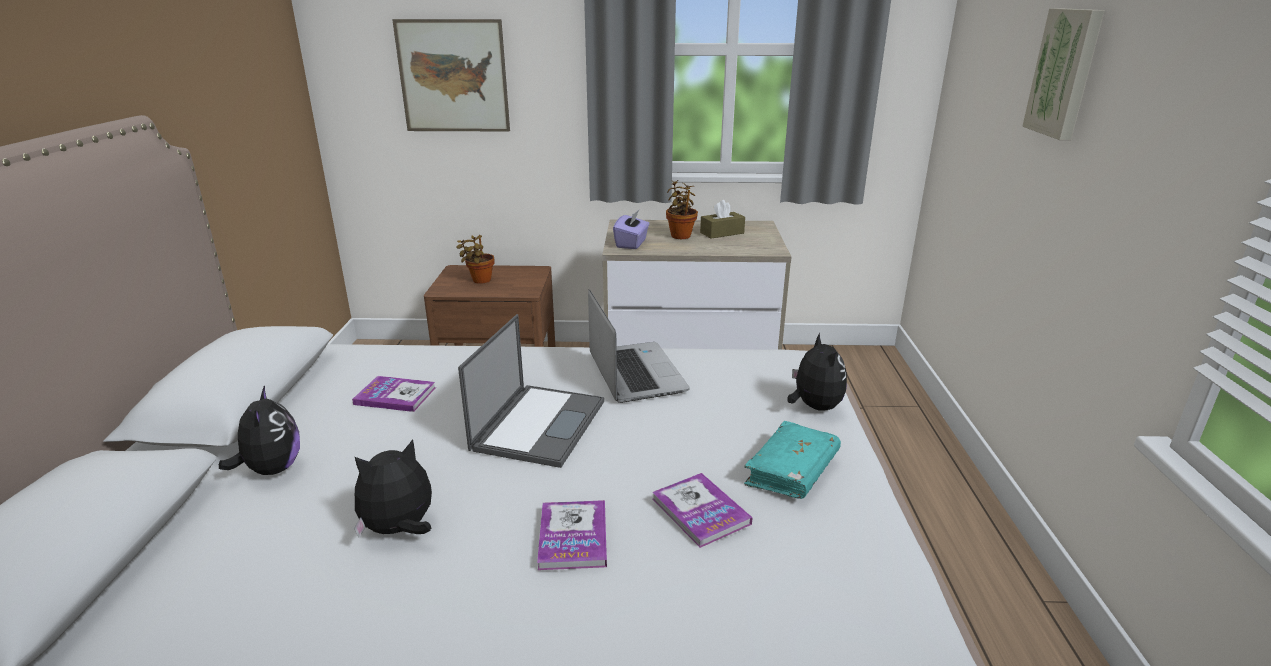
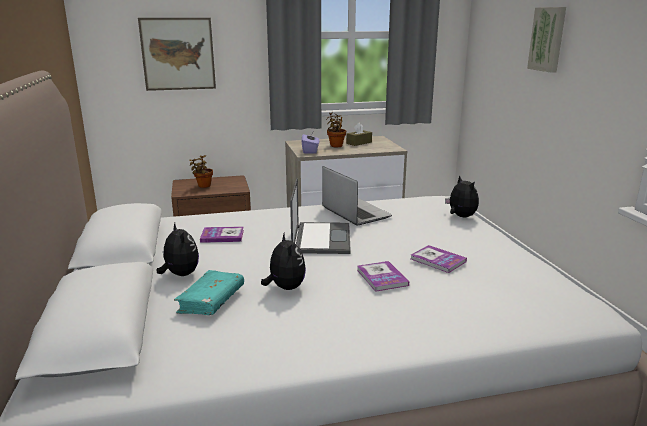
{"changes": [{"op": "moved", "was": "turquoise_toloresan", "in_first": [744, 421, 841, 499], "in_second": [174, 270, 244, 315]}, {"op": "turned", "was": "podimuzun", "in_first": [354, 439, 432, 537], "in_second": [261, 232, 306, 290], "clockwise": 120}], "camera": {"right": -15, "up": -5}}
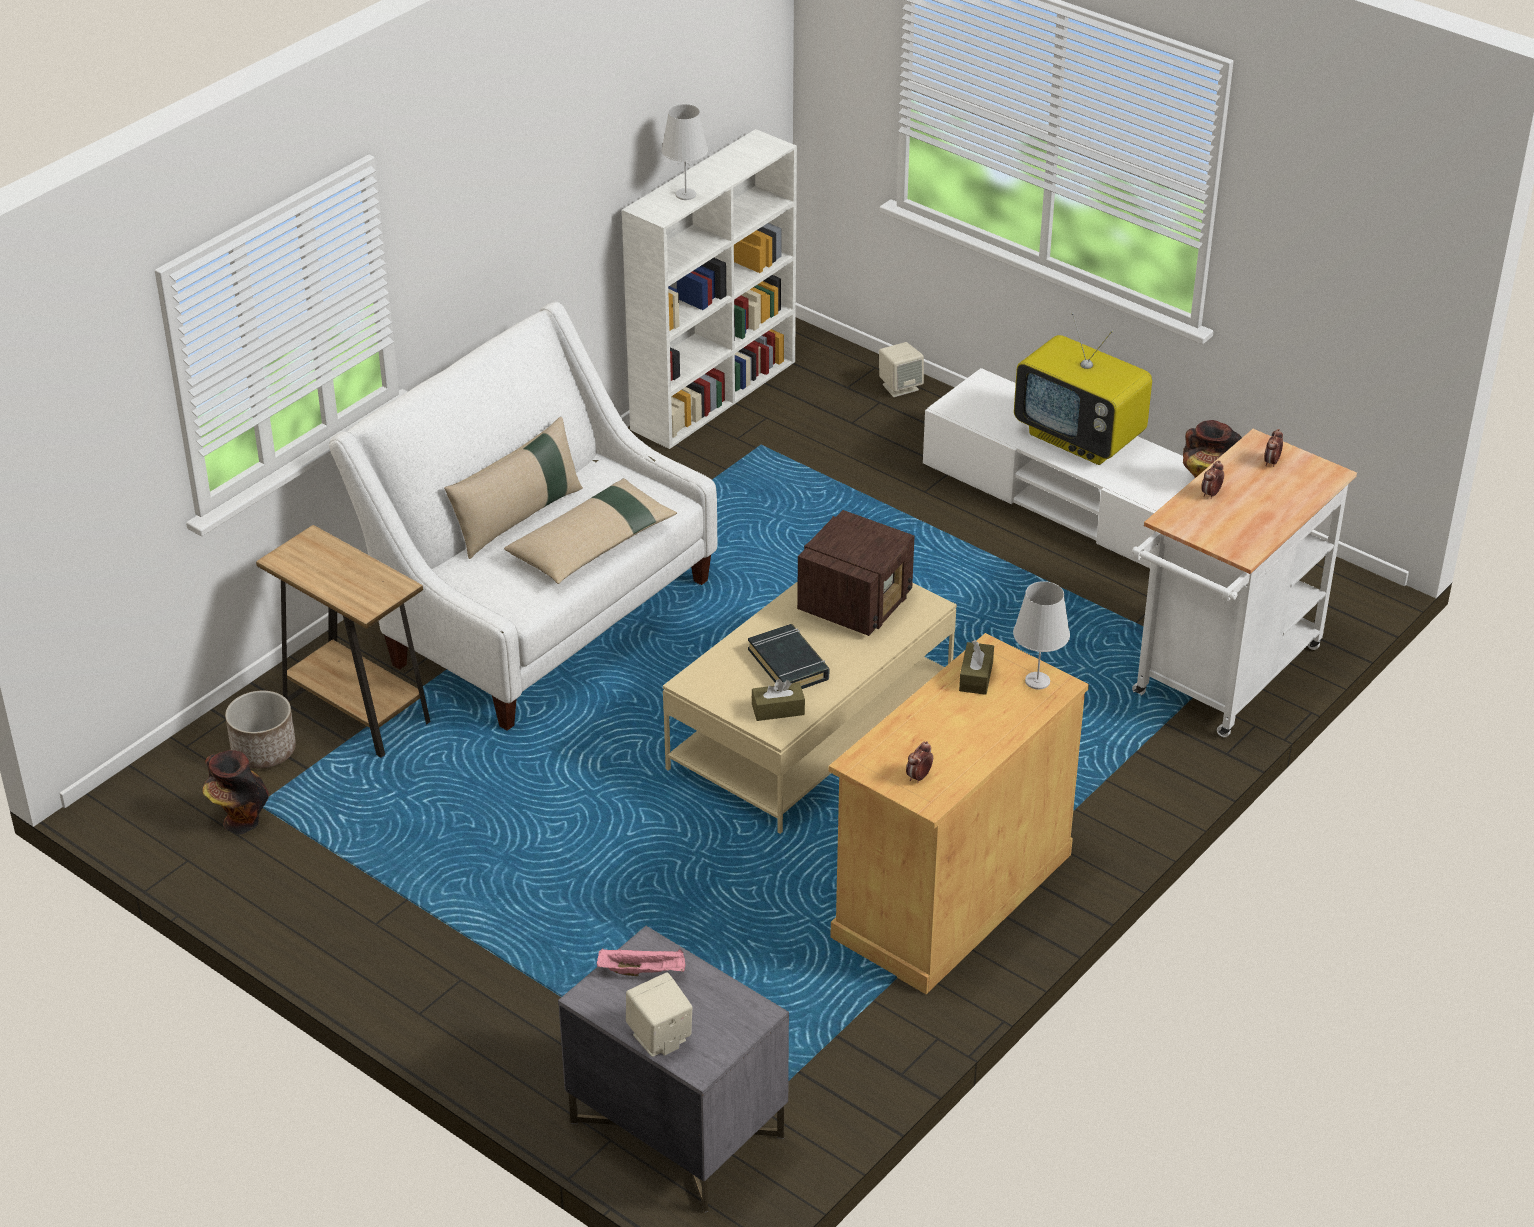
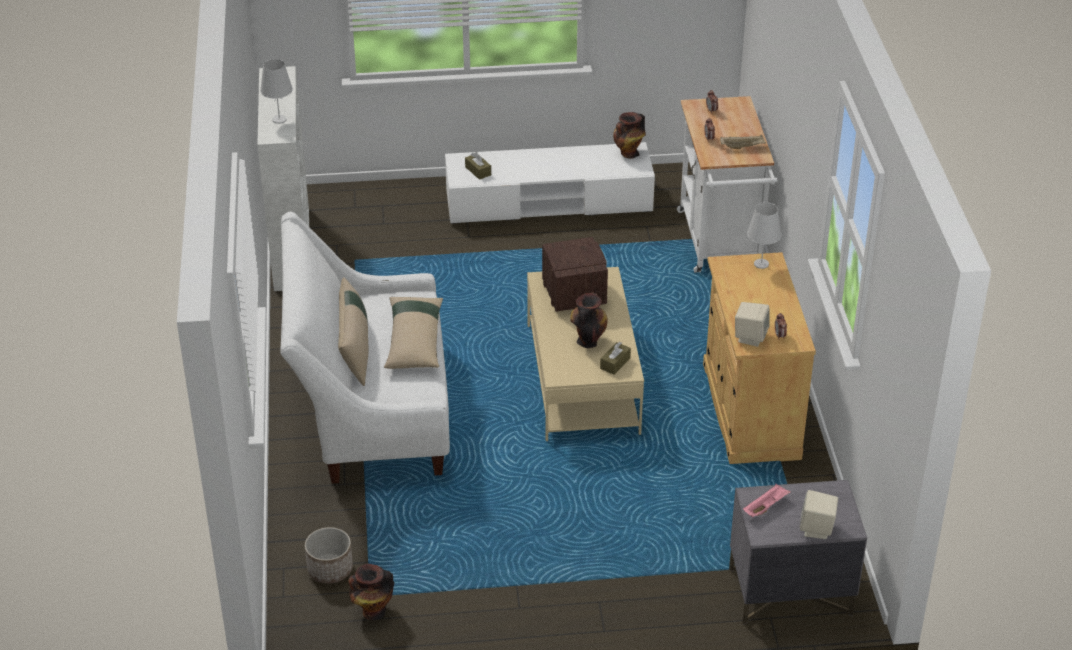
{"changes": [{"op": "removed", "was": "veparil", "in_first": [1014, 313, 1152, 465]}, {"op": "moved", "was": "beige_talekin", "in_first": [879, 342, 924, 397], "in_second": [735, 302, 770, 347]}, {"op": "removed", "was": "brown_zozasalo", "in_first": [256, 525, 431, 758]}, {"op": "replaced", "was": "black_toloresan", "now": "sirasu", "in_first": [748, 624, 829, 689], "in_second": [570, 293, 607, 348]}, {"op": "moved", "was": "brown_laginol", "in_first": [959, 640, 994, 695], "in_second": [465, 152, 491, 180]}, {"op": "added", "now": "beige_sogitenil", "in_second": [720, 135, 766, 149]}], "camera": {"right": -45, "up": 0}}
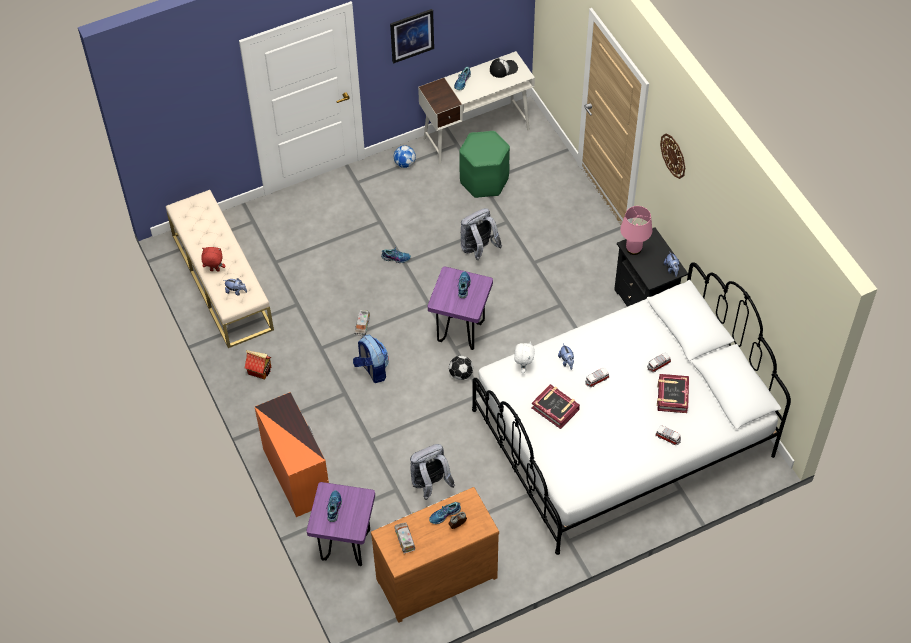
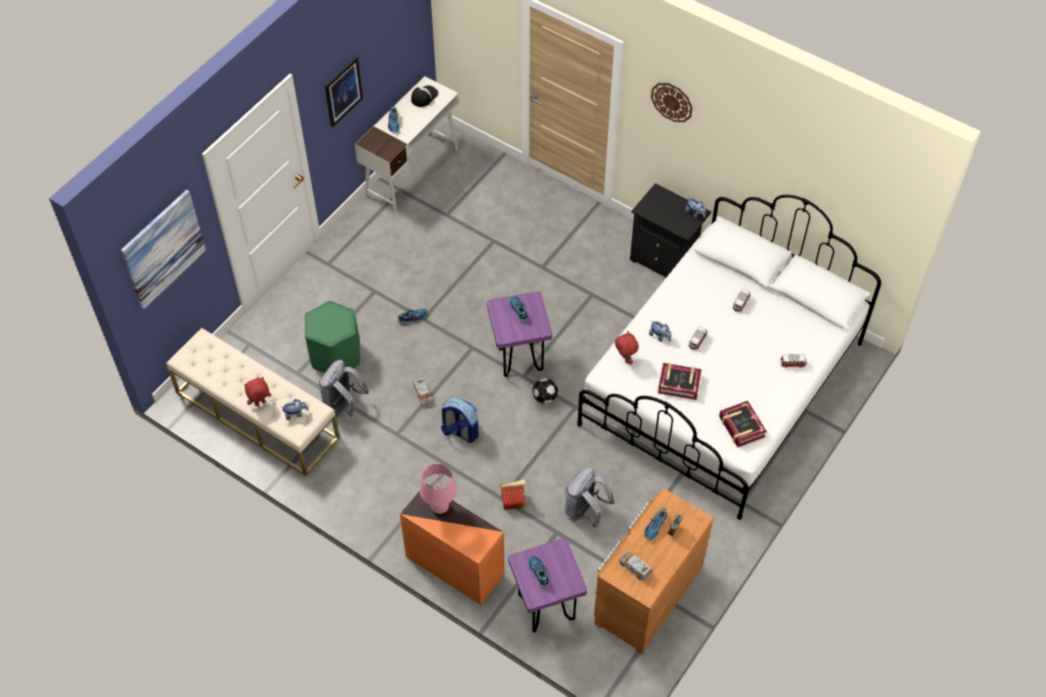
{"changes": [{"op": "moved", "was": "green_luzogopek", "in_first": [459, 131, 510, 198], "in_second": [305, 301, 360, 373]}, {"op": "removed", "was": "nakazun", "in_first": [394, 145, 416, 168]}, {"op": "moved", "was": "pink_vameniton", "in_first": [620, 206, 652, 255], "in_second": [419, 464, 457, 515]}, {"op": "moved", "was": "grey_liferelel", "in_first": [461, 208, 502, 260], "in_second": [319, 360, 369, 417]}, {"op": "recoloured", "was": "white_podimuzun", "now": "red_podimuzun", "in_first": [514, 341, 535, 373], "in_second": [615, 331, 639, 365]}, {"op": "moved", "was": "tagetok", "in_first": [245, 350, 271, 379], "in_second": [500, 479, 525, 510]}, {"op": "moved", "was": "toloresan", "in_first": [657, 374, 689, 413], "in_second": [719, 401, 767, 447]}, {"op": "added", "now": "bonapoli", "in_second": [121, 190, 206, 309]}], "camera": {"right": -30, "up": 0}}
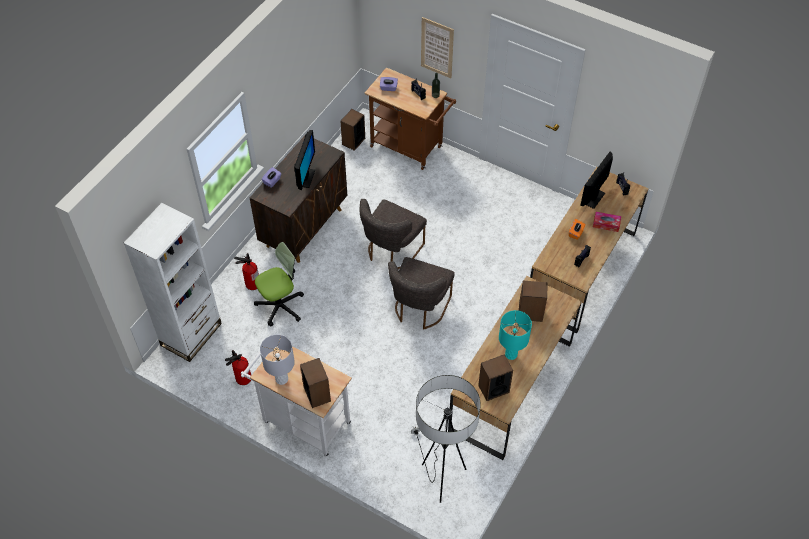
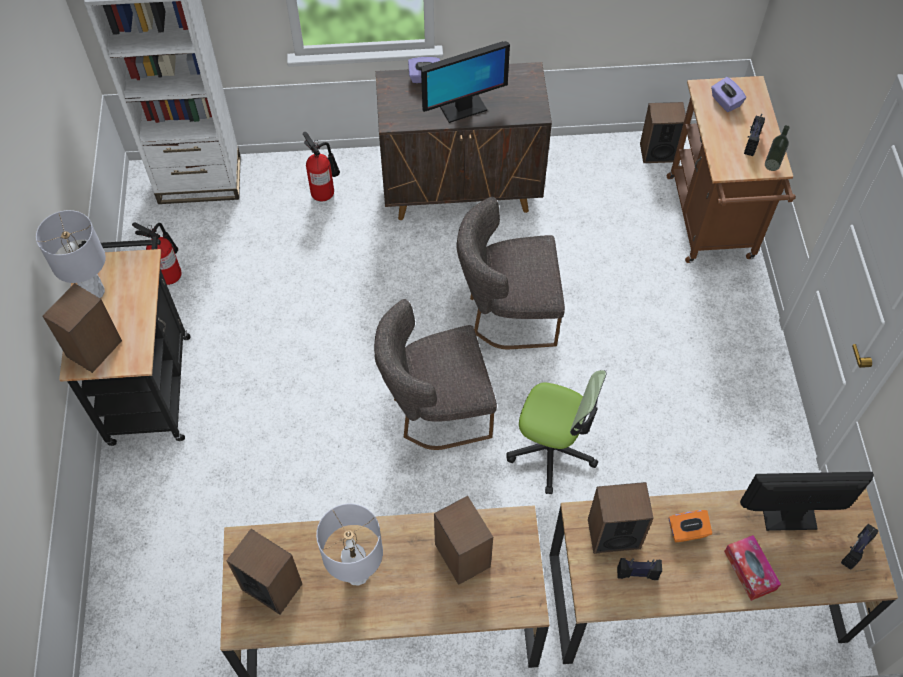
{"changes": [{"op": "removed", "was": "bonapoli", "in_first": [421, 17, 454, 78]}, {"op": "moved", "was": "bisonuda", "in_first": [254, 242, 304, 327], "in_second": [506, 370, 606, 494]}, {"op": "recoloured", "was": "turquoise_vameniton", "now": "grey_vameniton", "in_first": [499, 310, 532, 360], "in_second": [316, 504, 383, 586]}, {"op": "recoloured", "was": "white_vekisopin", "now": "black_vekisopin", "in_first": [241, 346, 352, 457], "in_second": [59, 237, 190, 446]}, {"op": "removed", "was": "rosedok", "in_first": [411, 375, 481, 503]}, {"op": "added", "now": "talekin", "in_second": [588, 482, 654, 554]}], "camera": {"right": 55, "up": 5}}
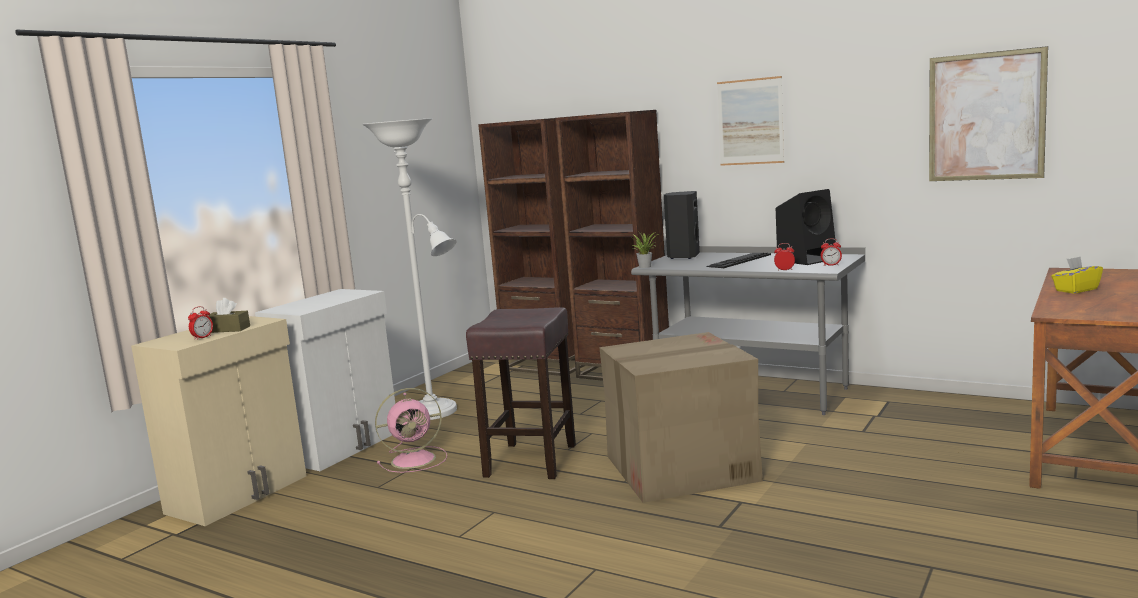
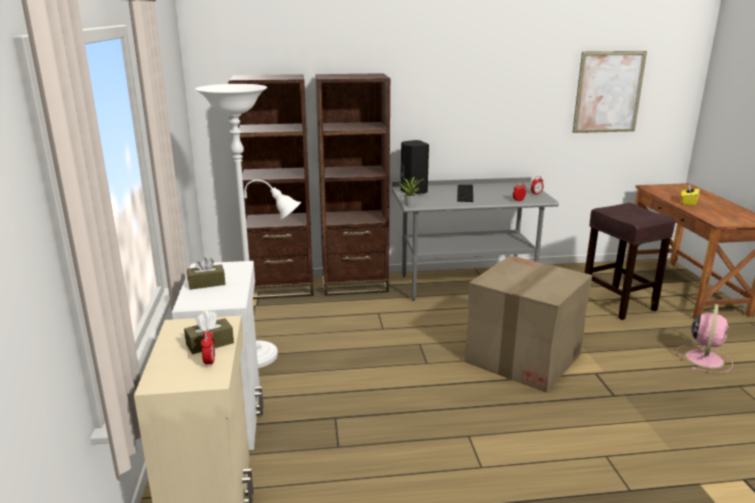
{"changes": [{"op": "removed", "was": "bonapoli", "in_first": [717, 76, 784, 166]}, {"op": "removed", "was": "black_talekin", "in_first": [776, 189, 836, 265]}, {"op": "moved", "was": "brown_luzogopek", "in_first": [466, 307, 576, 479], "in_second": [585, 203, 675, 320]}, {"op": "moved", "was": "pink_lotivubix", "in_first": [375, 388, 447, 473], "in_second": [677, 304, 733, 373]}, {"op": "added", "now": "brown_laginol", "in_second": [187, 257, 225, 290]}], "camera": {"right": -40, "up": 10}}
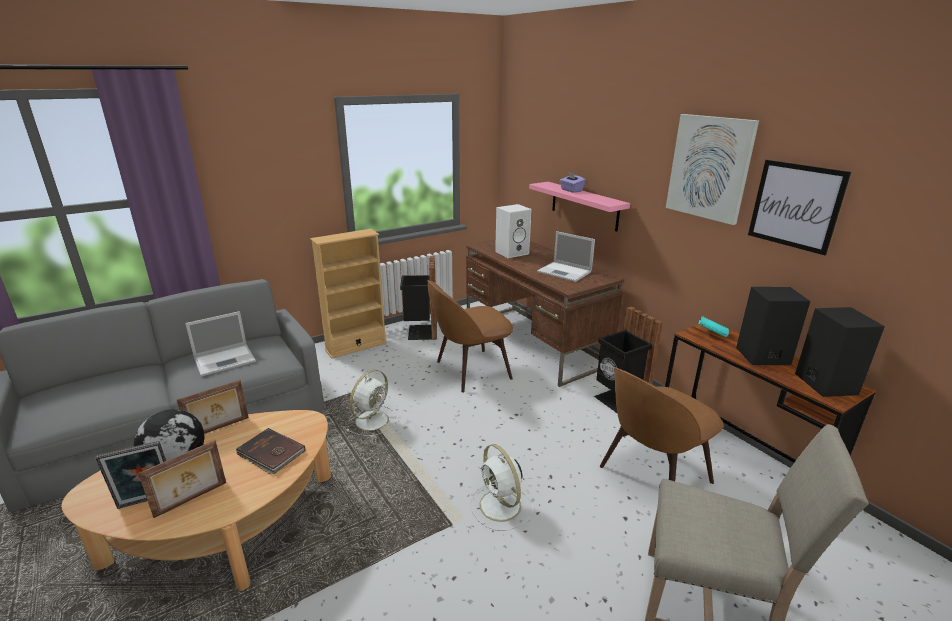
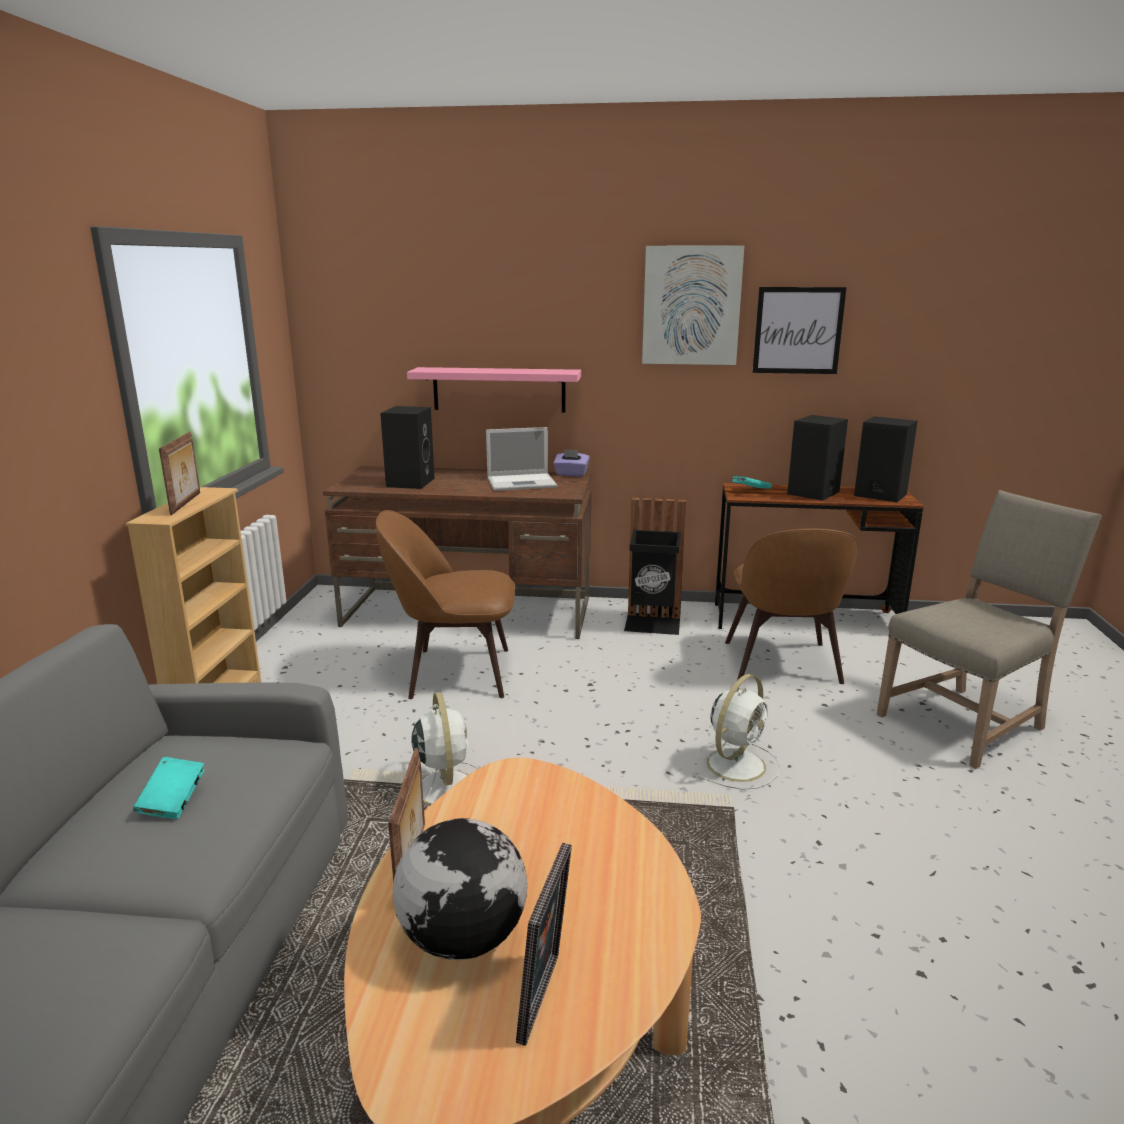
{"changes": [{"op": "moved", "was": "purple_laginol", "in_first": [560, 172, 586, 193], "in_second": [553, 449, 590, 477]}, {"op": "recoloured", "was": "white_talekin", "now": "black_talekin", "in_first": [495, 204, 532, 258], "in_second": [380, 406, 435, 489]}, {"op": "removed", "was": "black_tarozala", "in_first": [400, 257, 437, 340]}, {"op": "turned", "was": "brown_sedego", "in_first": [427, 280, 514, 393], "in_second": [376, 510, 515, 699], "clockwise": 75}, {"op": "replaced", "was": "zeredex", "now": "turquoise_toloresan", "in_first": [185, 311, 256, 377], "in_second": [133, 757, 204, 819]}, {"op": "removed", "was": "brown_toloresan", "in_first": [235, 428, 305, 475]}, {"op": "moved", "was": "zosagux", "in_first": [138, 440, 226, 518], "in_second": [159, 432, 200, 515]}, {"op": "turned", "was": "white_lotivubix", "in_first": [470, 444, 533, 531], "in_second": [697, 674, 781, 790], "clockwise": -60}], "camera": {"right": -50, "up": -5}}
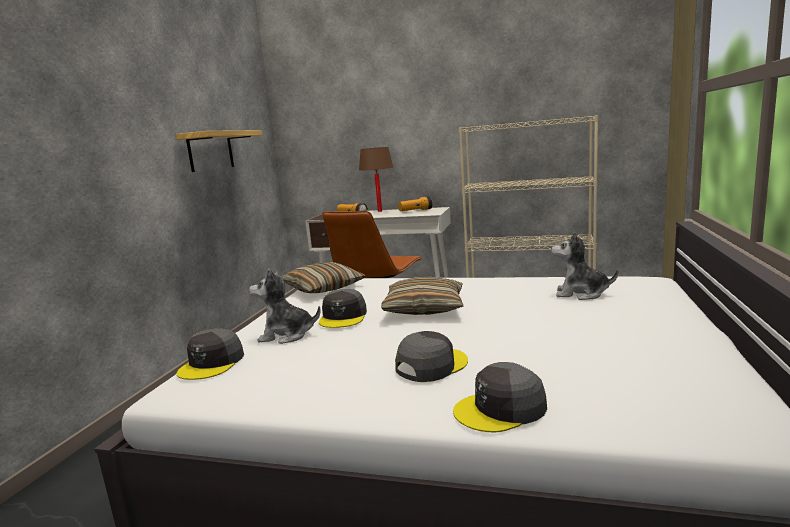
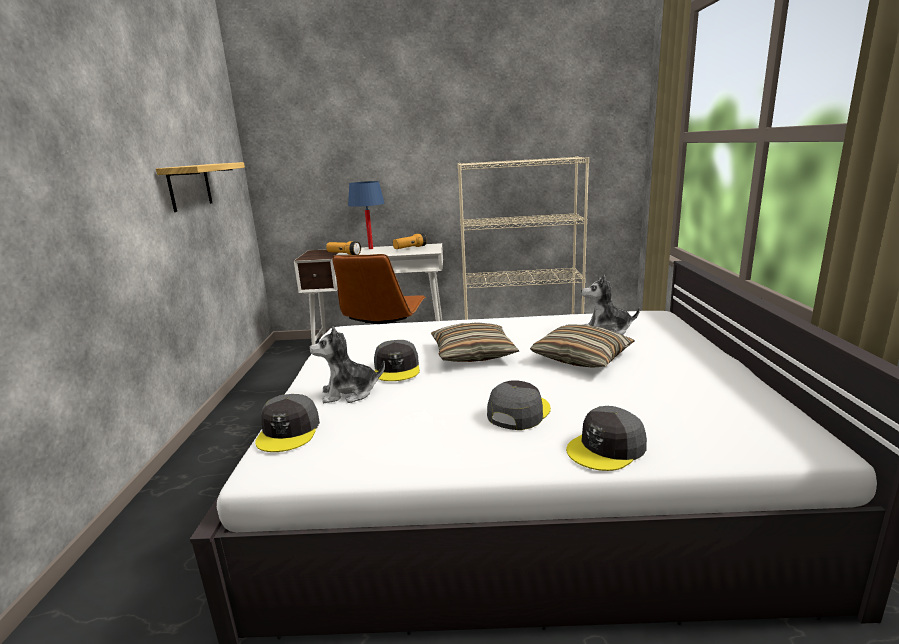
{"changes": [{"op": "recoloured", "was": "brown_vameniton", "now": "blue_vameniton", "in_first": [359, 147, 393, 212], "in_second": [348, 181, 385, 249]}, {"op": "moved", "was": "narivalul", "in_first": [282, 262, 365, 293], "in_second": [530, 324, 635, 368]}], "camera": {"right": -15, "up": 5}}
